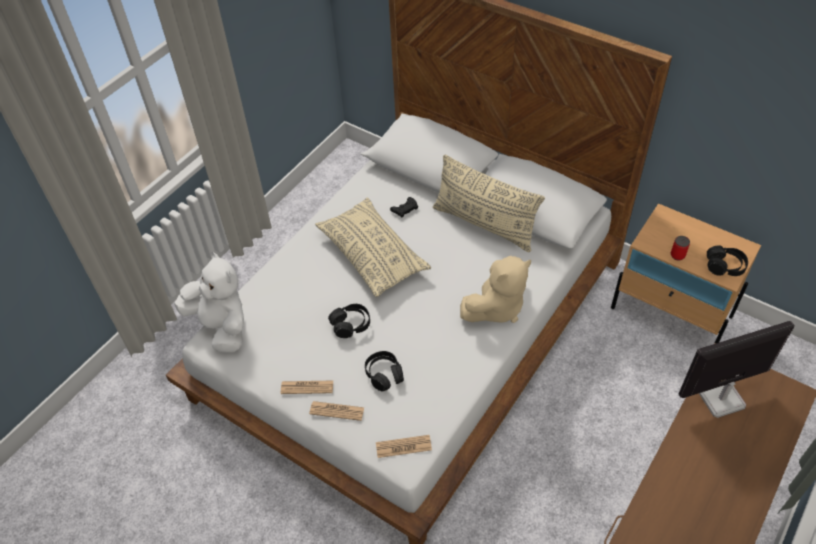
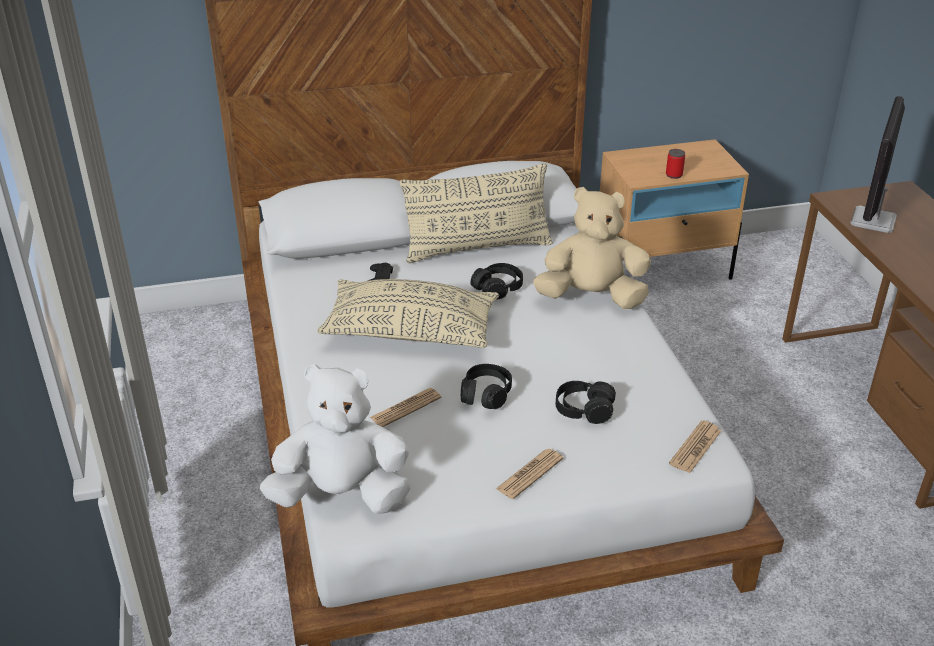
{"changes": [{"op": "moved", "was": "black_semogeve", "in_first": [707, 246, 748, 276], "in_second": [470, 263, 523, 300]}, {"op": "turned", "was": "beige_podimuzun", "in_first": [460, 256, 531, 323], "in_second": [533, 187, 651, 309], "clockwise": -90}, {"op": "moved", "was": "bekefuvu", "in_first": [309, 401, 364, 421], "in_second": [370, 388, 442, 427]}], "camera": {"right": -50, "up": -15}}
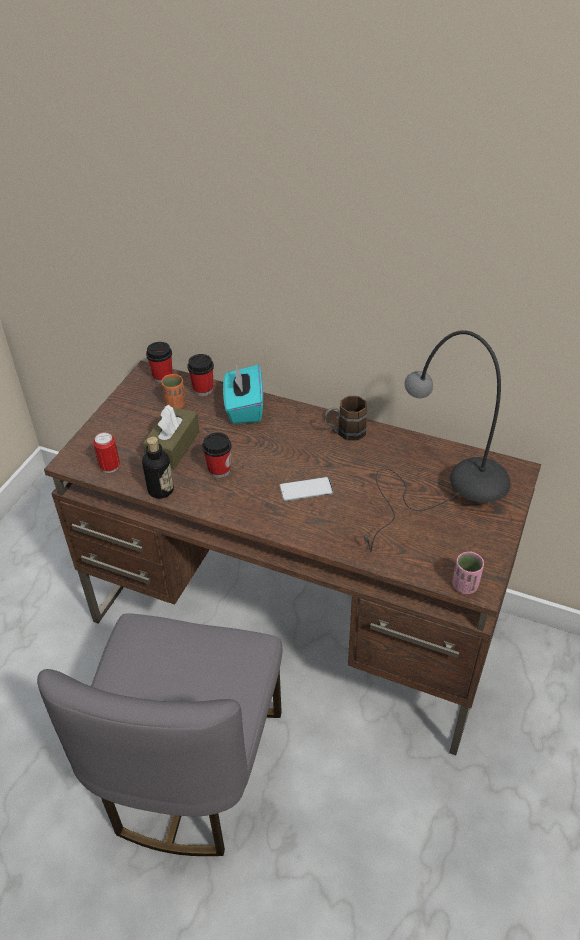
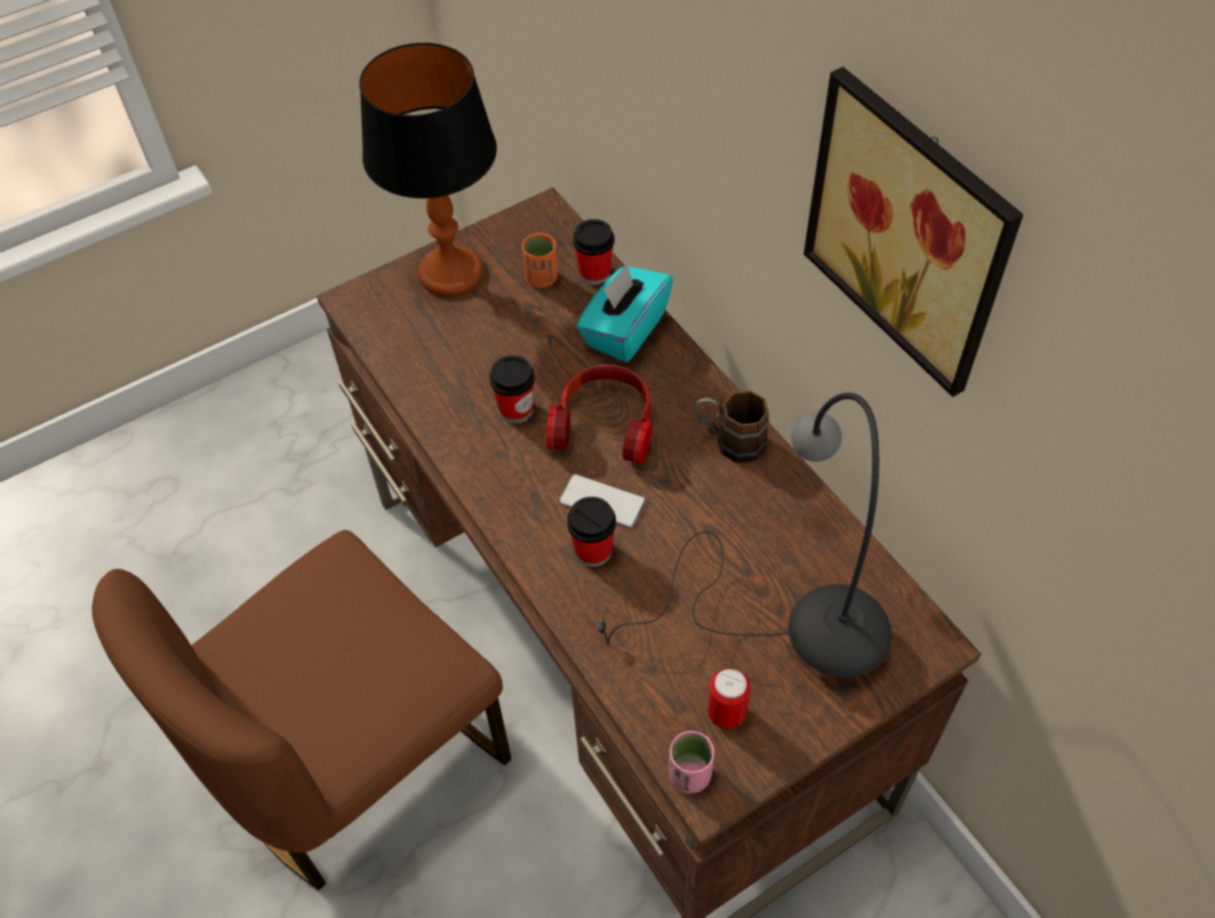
{"changes": [{"op": "moved", "was": "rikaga", "in_first": [146, 342, 172, 383], "in_second": [567, 497, 616, 567]}, {"op": "removed", "was": "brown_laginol", "in_first": [143, 405, 200, 469]}, {"op": "moved", "was": "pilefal", "in_first": [93, 432, 120, 473], "in_second": [708, 668, 750, 729]}, {"op": "removed", "was": "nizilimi", "in_first": [142, 437, 174, 499]}, {"op": "recoloured", "was": "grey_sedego", "now": "brown_sedego", "in_first": [37, 613, 282, 856], "in_second": [92, 530, 511, 890]}, {"op": "added", "now": "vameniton", "in_second": [359, 43, 497, 297]}, {"op": "added", "now": "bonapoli", "in_second": [804, 67, 1023, 397]}, {"op": "added", "now": "semogeve", "in_second": [546, 365, 653, 464]}], "camera": {"right": 35, "up": 10}}
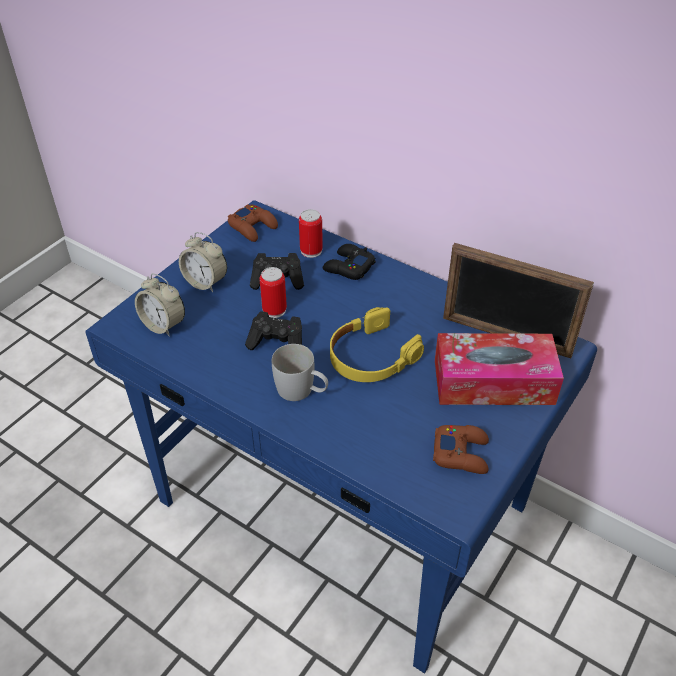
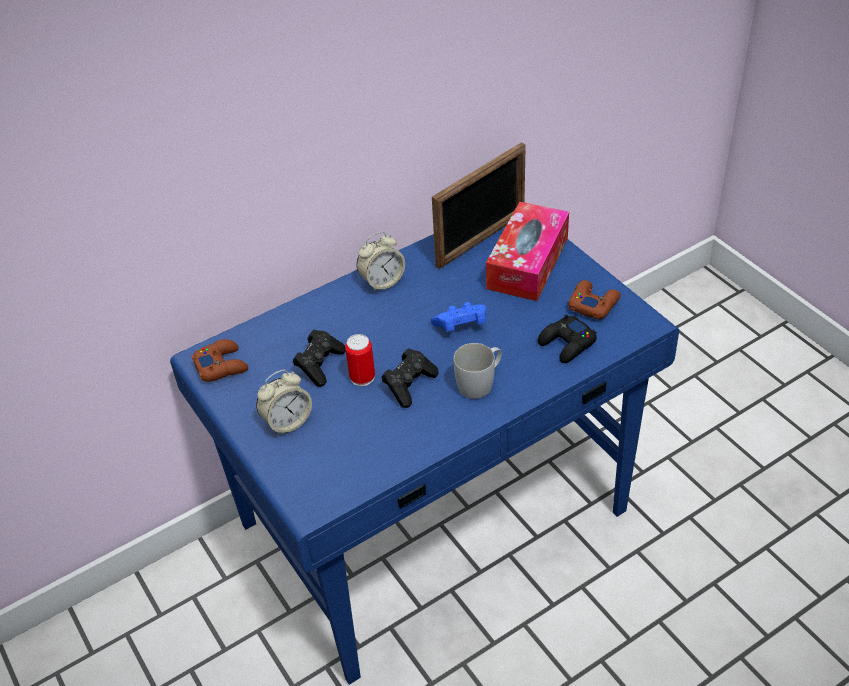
{"changes": [{"op": "removed", "was": "pilefal", "in_first": [299, 209, 323, 258]}, {"op": "moved", "was": "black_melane", "in_first": [323, 244, 375, 280], "in_second": [538, 314, 597, 363]}, {"op": "moved", "was": "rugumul", "in_first": [135, 273, 185, 337], "in_second": [356, 232, 405, 293]}, {"op": "replaced", "was": "yellow_semogeve", "now": "blue_melane", "in_first": [330, 307, 424, 382], "in_second": [431, 302, 486, 332]}], "camera": {"right": -65, "up": 0}}
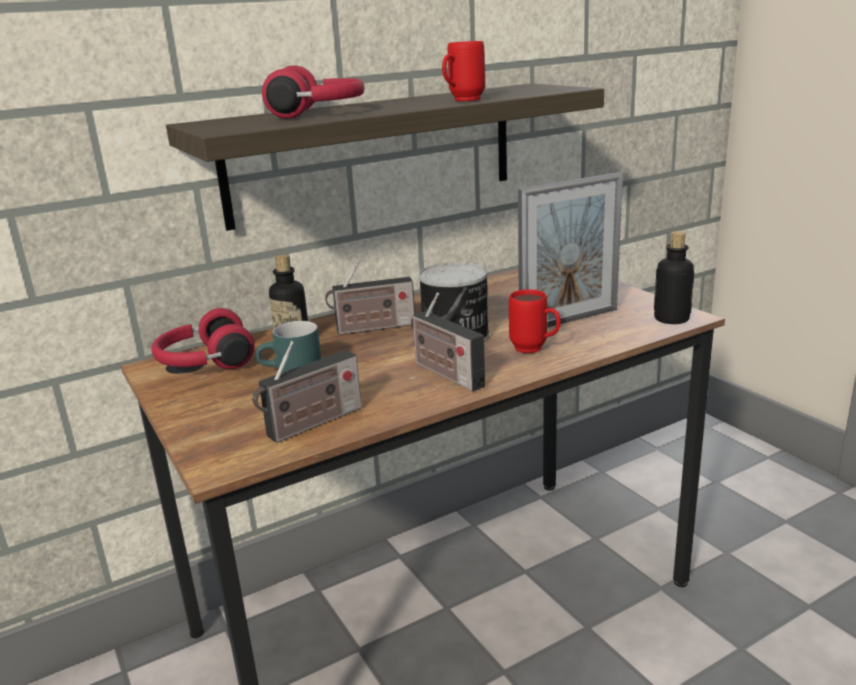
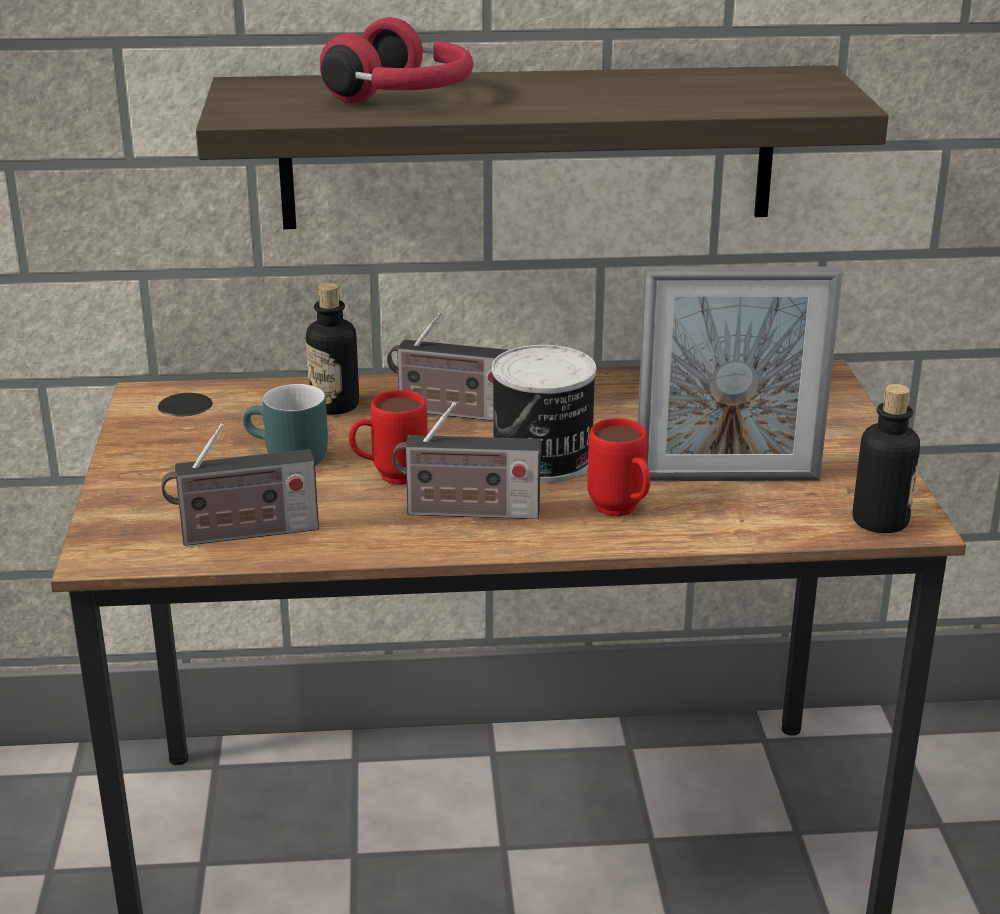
{"changes": [{"op": "moved", "was": "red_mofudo", "in_first": [442, 41, 485, 101], "in_second": [349, 390, 428, 485]}, {"op": "turned", "was": "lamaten", "in_first": [411, 293, 485, 392], "in_second": [392, 402, 541, 519], "clockwise": -75}, {"op": "removed", "was": "red_semogeve", "in_first": [152, 308, 254, 369]}], "camera": {"right": 25, "up": 5}}
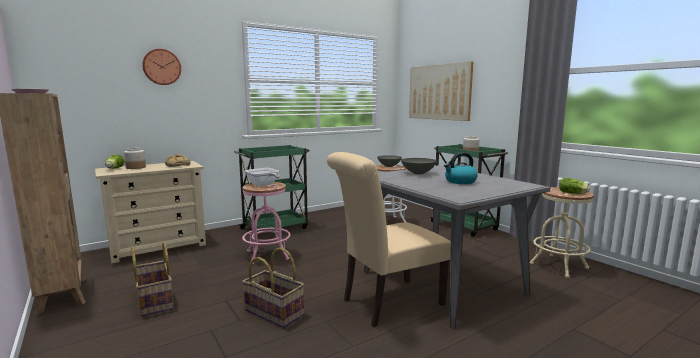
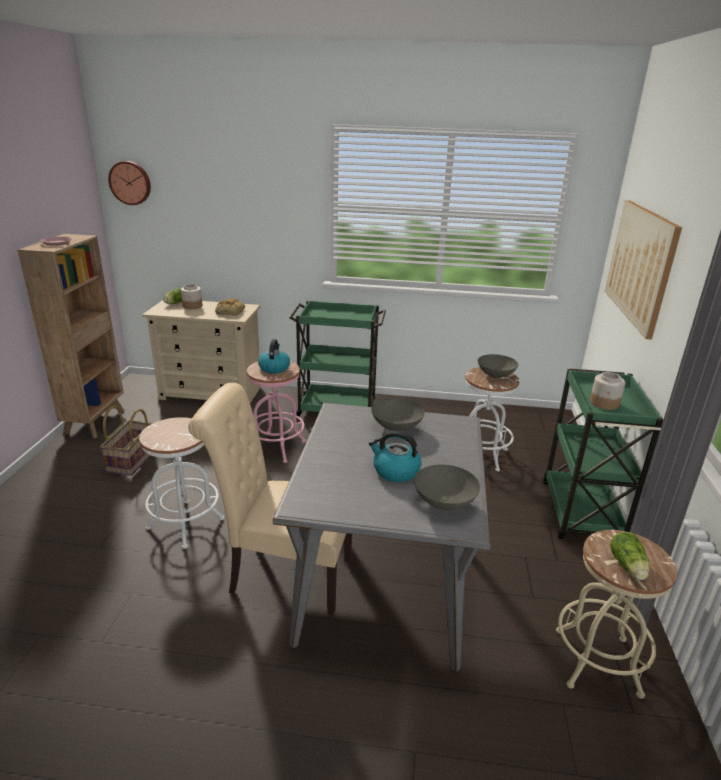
{"changes": [{"op": "moved", "was": "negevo", "in_first": [142, 49, 181, 85], "in_second": [108, 161, 151, 205]}, {"op": "replaced", "was": "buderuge", "now": "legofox", "in_first": [245, 168, 280, 186], "in_second": [258, 339, 290, 373]}, {"op": "replaced", "was": "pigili", "now": "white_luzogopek", "in_first": [242, 247, 304, 328], "in_second": [139, 417, 224, 549]}, {"op": "added", "now": "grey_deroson", "in_second": [414, 465, 480, 510]}], "camera": {"right": 40, "up": 15}}
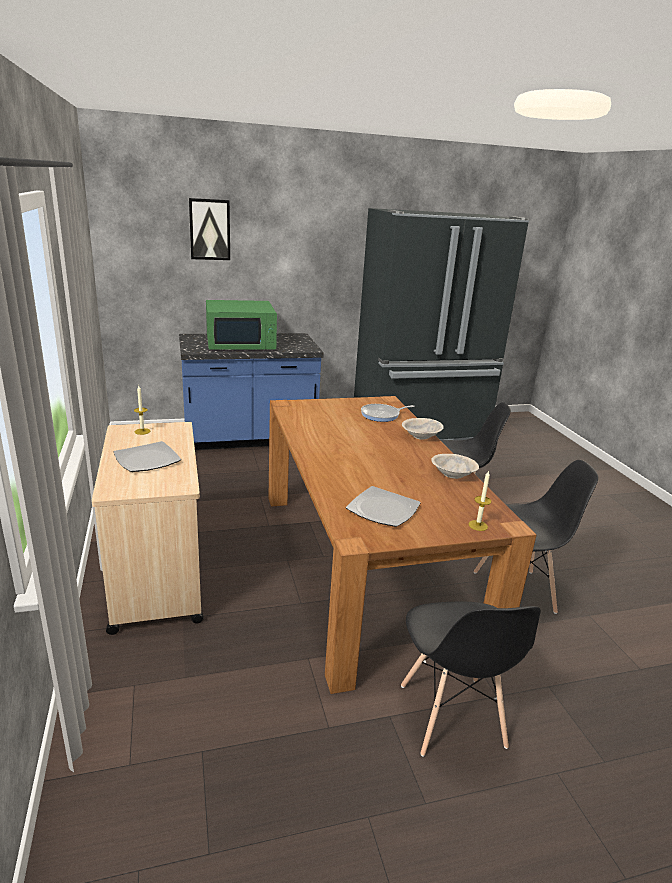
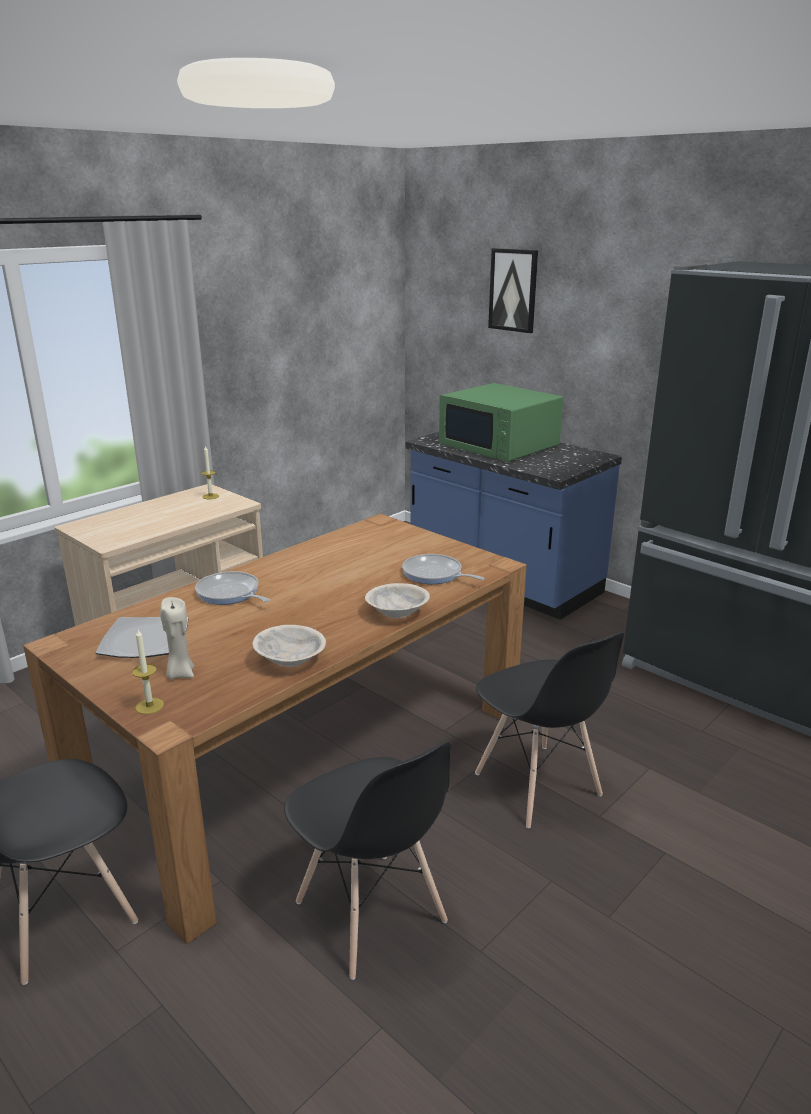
{"changes": [{"op": "removed", "was": "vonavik", "in_first": [114, 441, 181, 472]}, {"op": "added", "now": "buderuge", "in_second": [195, 571, 271, 605]}, {"op": "added", "now": "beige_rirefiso", "in_second": [160, 597, 194, 679]}], "camera": {"right": 60, "up": 0}}
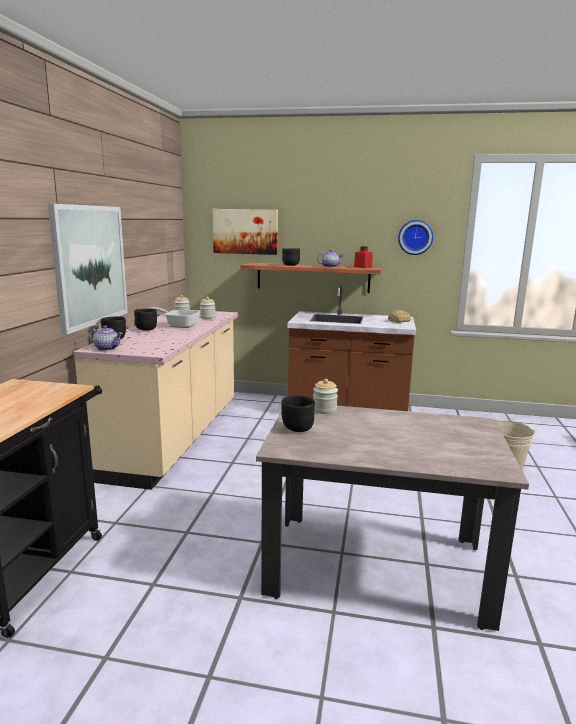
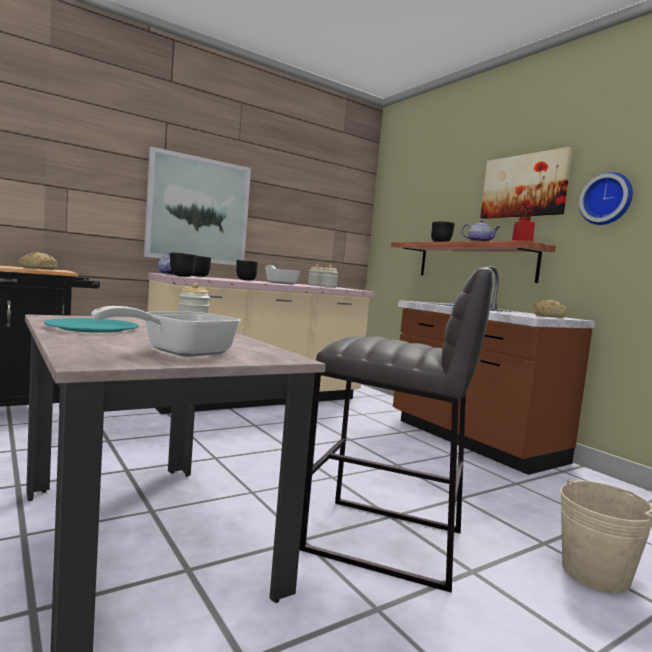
{"changes": [{"op": "moved", "was": "bonapoli", "in_first": [213, 209, 278, 255], "in_second": [480, 147, 573, 219]}, {"op": "moved", "was": "black_deroson", "in_first": [281, 395, 315, 432], "in_second": [170, 252, 196, 277]}, {"op": "added", "now": "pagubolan", "in_second": [19, 252, 58, 270]}, {"op": "added", "now": "grey_luzogopek", "in_second": [299, 267, 494, 592]}, {"op": "added", "now": "buderuge", "in_second": [91, 306, 241, 357]}, {"op": "added", "now": "turquoise_vonavik", "in_second": [44, 318, 139, 333]}], "camera": {"right": 45, "up": -10}}
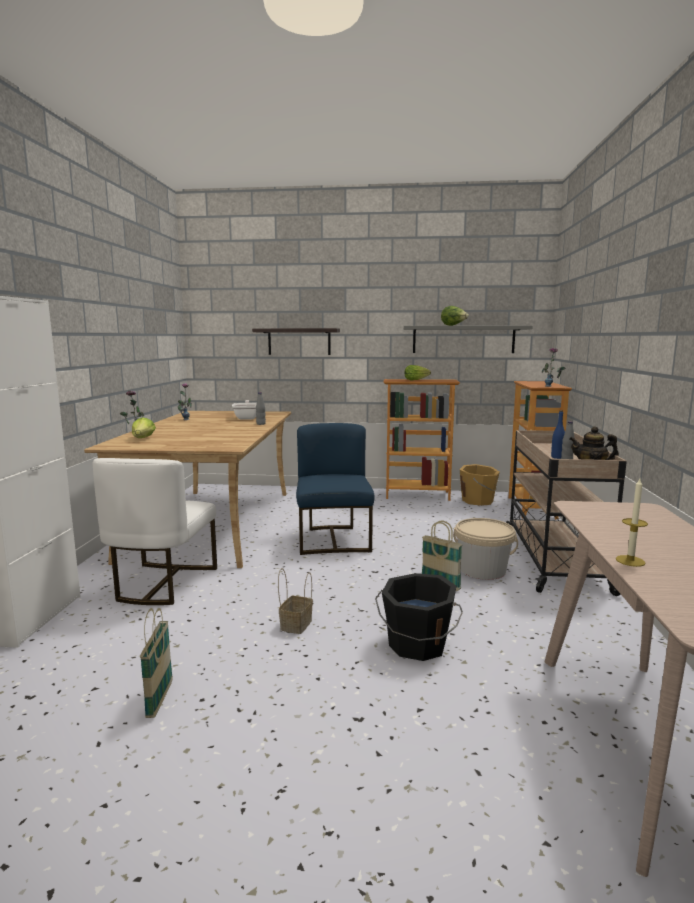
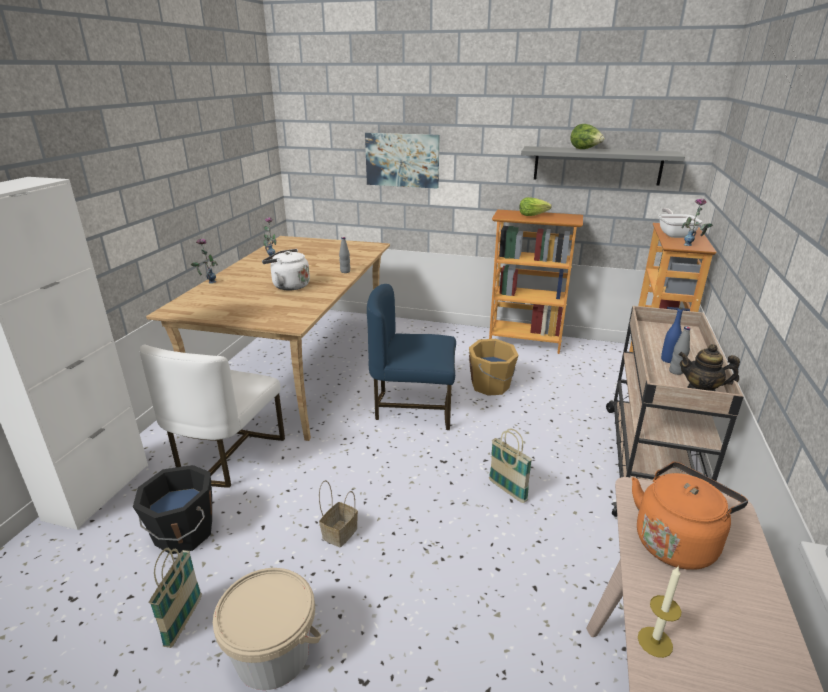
{"changes": [{"op": "replaced", "was": "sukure", "now": "bonapoli", "in_first": [252, 328, 340, 355], "in_second": [365, 133, 440, 189]}, {"op": "moved", "was": "buderuge", "in_first": [232, 400, 257, 420], "in_second": [658, 208, 703, 238]}, {"op": "removed", "was": "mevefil", "in_first": [132, 417, 156, 438]}, {"op": "turned", "was": "blue_sedego", "in_first": [296, 423, 375, 555], "in_second": [367, 284, 456, 430], "clockwise": -90}, {"op": "moved", "was": "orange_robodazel", "in_first": [460, 464, 500, 506], "in_second": [469, 339, 519, 396]}, {"op": "moved", "was": "beige_robodazel", "in_first": [453, 518, 518, 580], "in_second": [213, 568, 321, 690]}, {"op": "moved", "was": "black_robodazel", "in_first": [375, 573, 463, 661], "in_second": [133, 465, 212, 554]}, {"op": "added", "now": "white_legofox", "in_second": [262, 249, 310, 290]}, {"op": "added", "now": "orange_legofox", "in_second": [632, 462, 748, 570]}], "camera": {"right": 10, "up": 15}}
